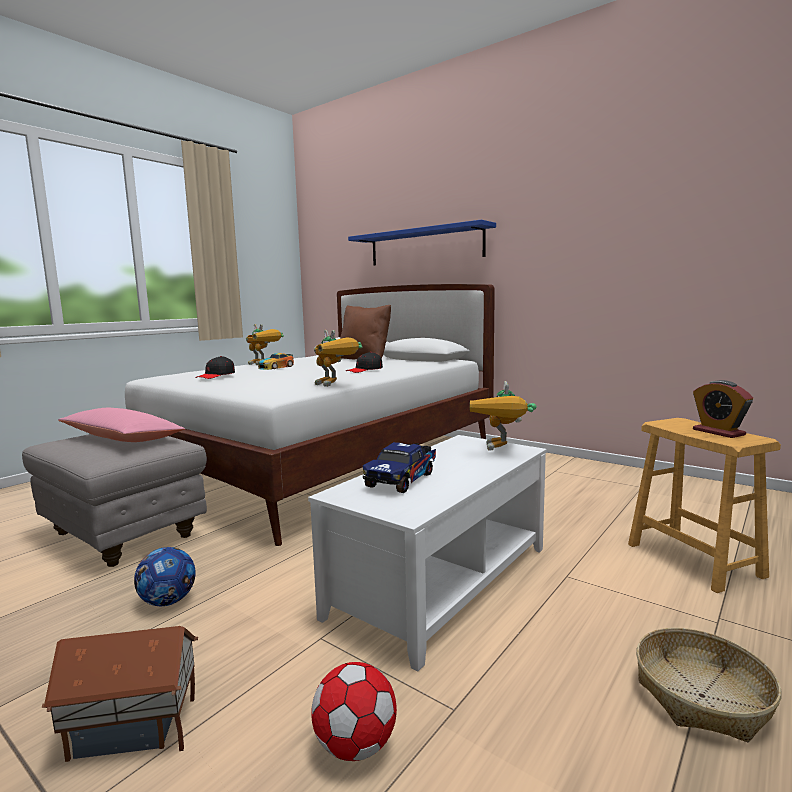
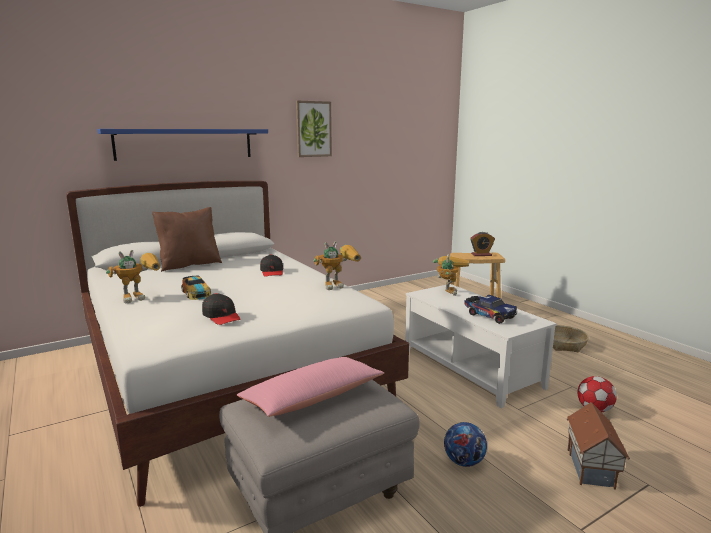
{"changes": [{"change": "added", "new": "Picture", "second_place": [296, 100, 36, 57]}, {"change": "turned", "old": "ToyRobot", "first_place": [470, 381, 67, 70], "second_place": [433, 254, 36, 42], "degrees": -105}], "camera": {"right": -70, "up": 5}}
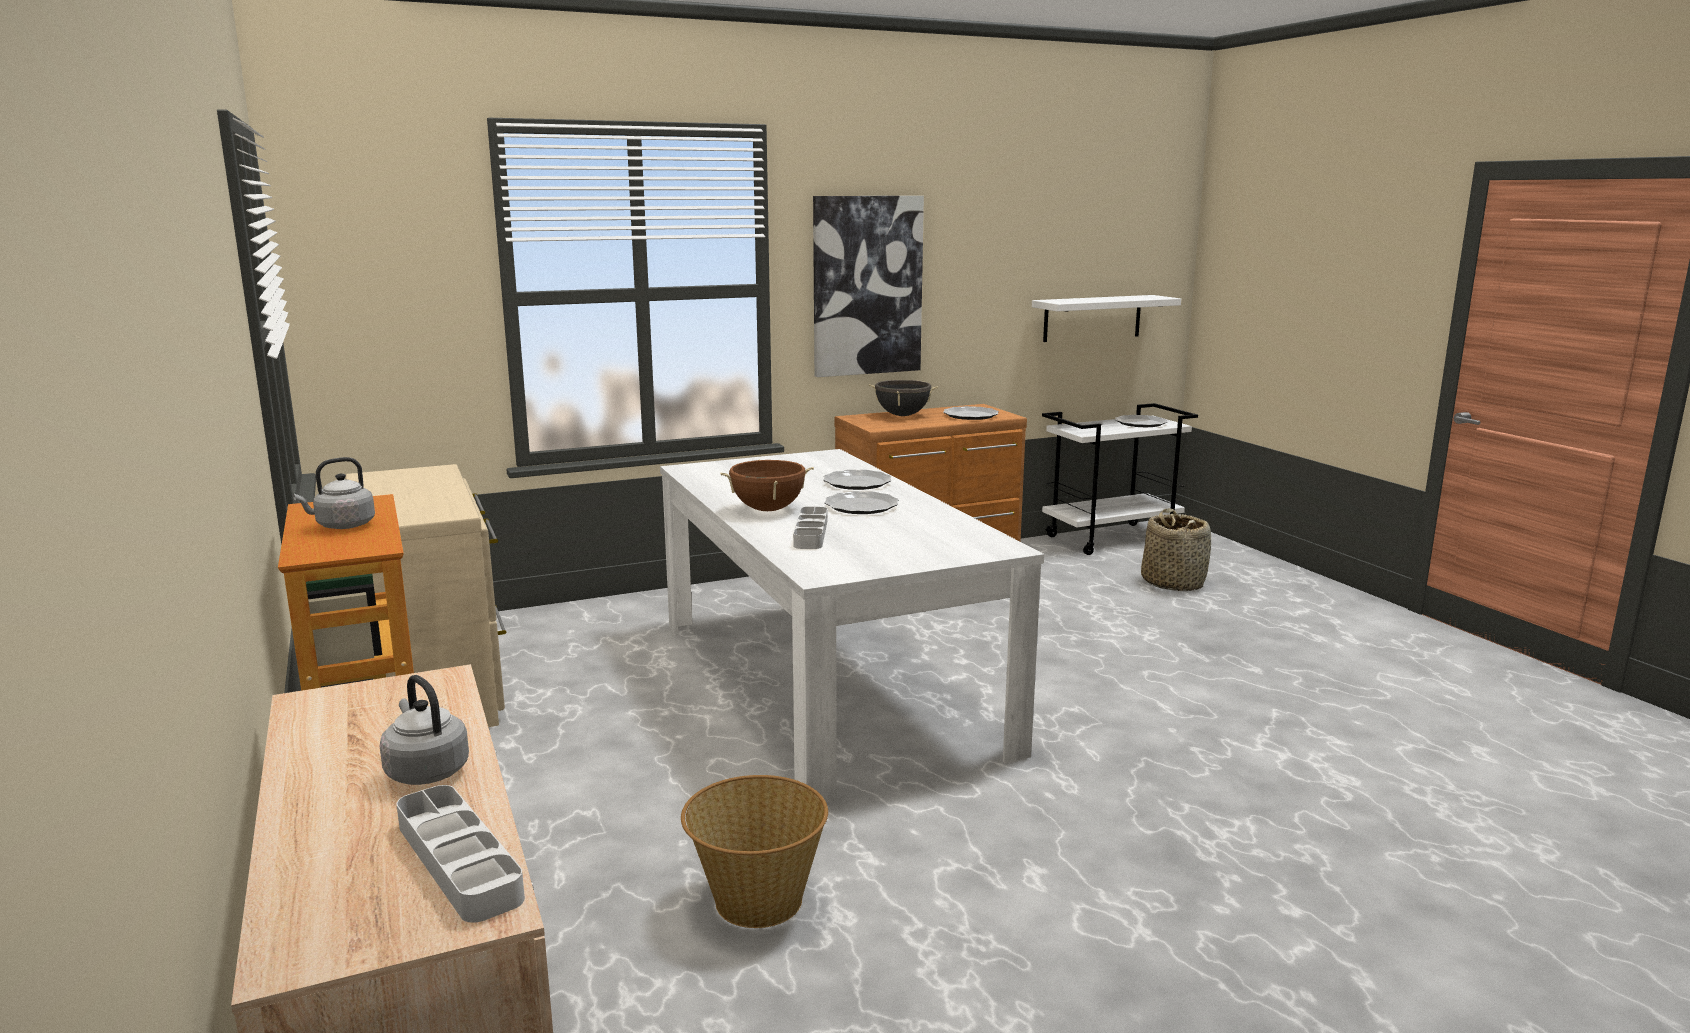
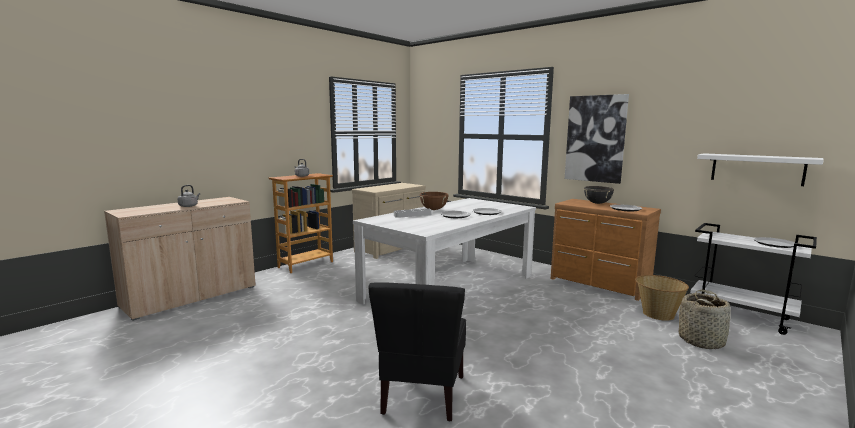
{"changes": [{"change": "removed", "old": "GreyTray", "first_place": [396, 785, 129, 138]}, {"change": "added", "new": "BlackChair", "second_place": [368, 282, 98, 140]}, {"change": "moved", "old": "Basket", "first_place": [681, 775, 147, 153], "second_place": [635, 275, 54, 46]}], "camera": {"right": 65, "up": -5}}
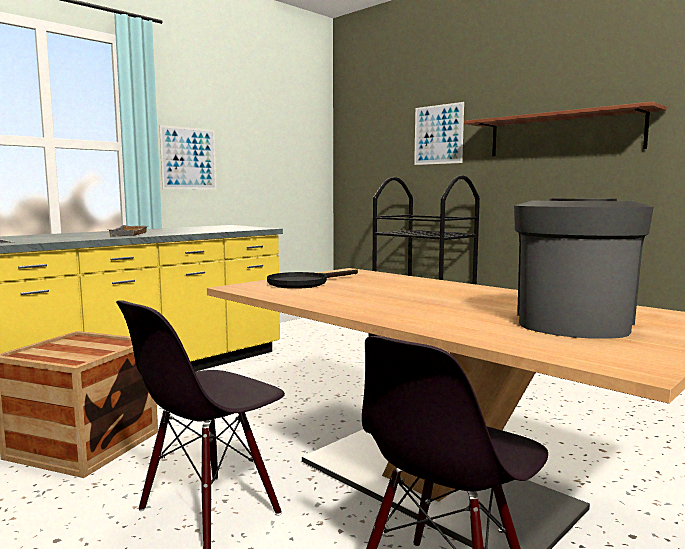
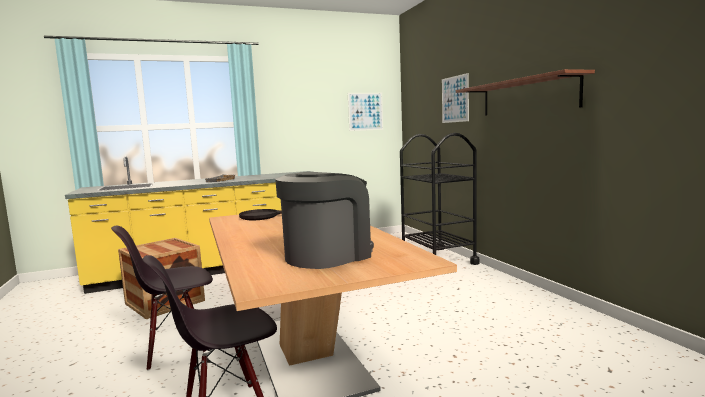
{"changes": [{"change": "moved", "old": "Picture", "first_place": [159, 125, 57, 64], "second_place": [348, 93, 35, 38]}], "camera": {"right": 25, "up": 0}}
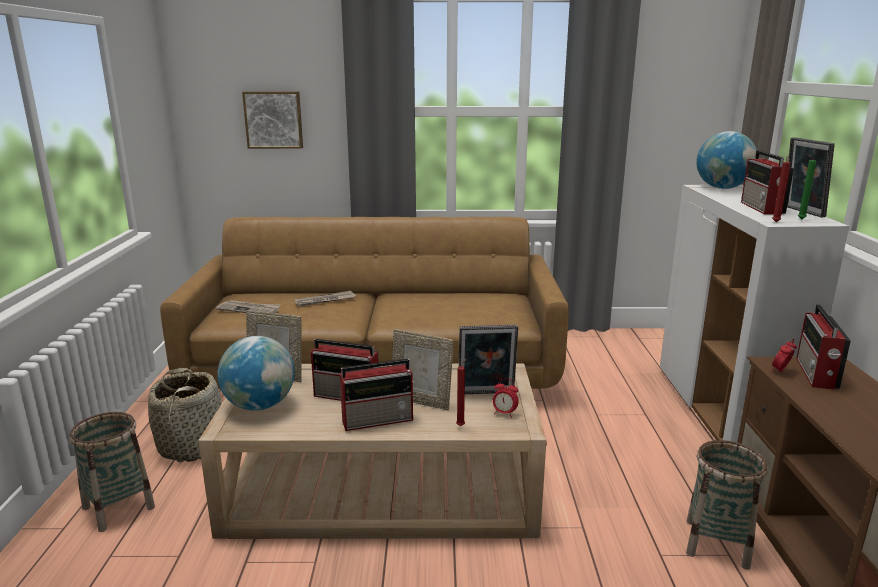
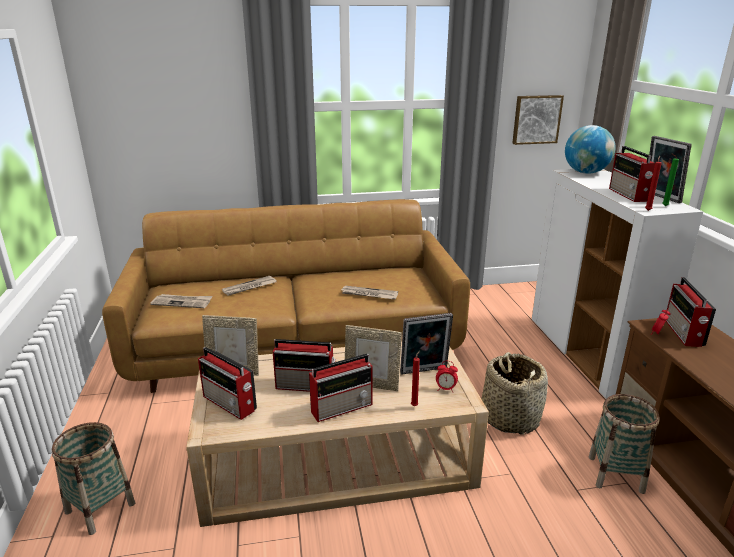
{"changes": [{"change": "added", "new": "Newspaper", "second_place": [341, 286, 57, 13]}, {"change": "moved", "old": "Basket", "first_place": [148, 368, 74, 94], "second_place": [481, 352, 67, 83]}, {"change": "moved", "old": "Picture", "first_place": [242, 91, 61, 58], "second_place": [512, 95, 52, 50]}, {"change": "replaced", "old": "Globe", "new": "Radio", "first_place": [217, 336, 78, 75], "second_place": [198, 347, 59, 73]}], "camera": {"right": -10, "up": 5}}
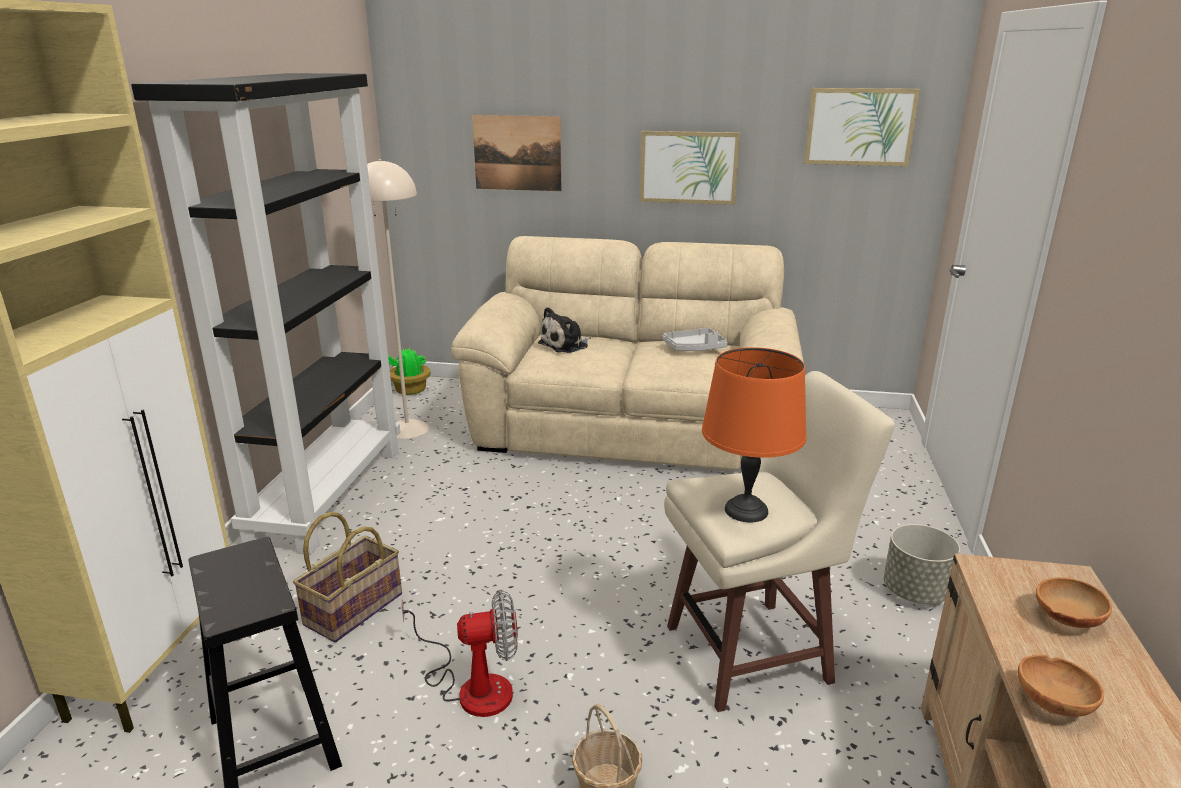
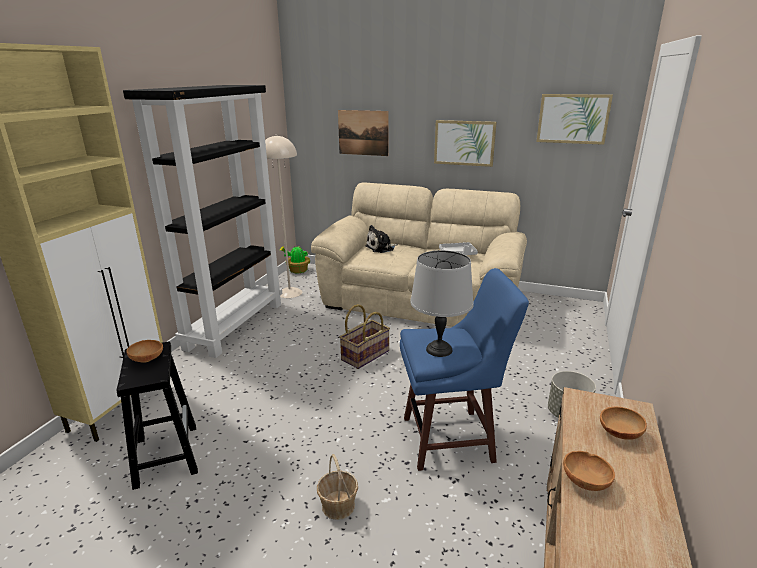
{"changes": [{"change": "removed", "old": "Fan", "first_place": [402, 590, 116, 127]}, {"change": "added", "new": "BrownBowl", "second_place": [126, 340, 37, 23]}, {"change": "moved", "old": "Basket", "first_place": [293, 512, 109, 131], "second_place": [339, 304, 51, 65]}, {"change": "recoloured", "old": "BeigeStool", "new": "BlueStool", "first_place": [664, 371, 231, 341], "second_place": [400, 268, 129, 203]}, {"change": "recoloured", "old": "OrangeTableLamp", "new": "GreyTableLamp", "first_place": [702, 347, 105, 175], "second_place": [410, 250, 64, 107]}], "camera": {"right": 10, "up": 0}}
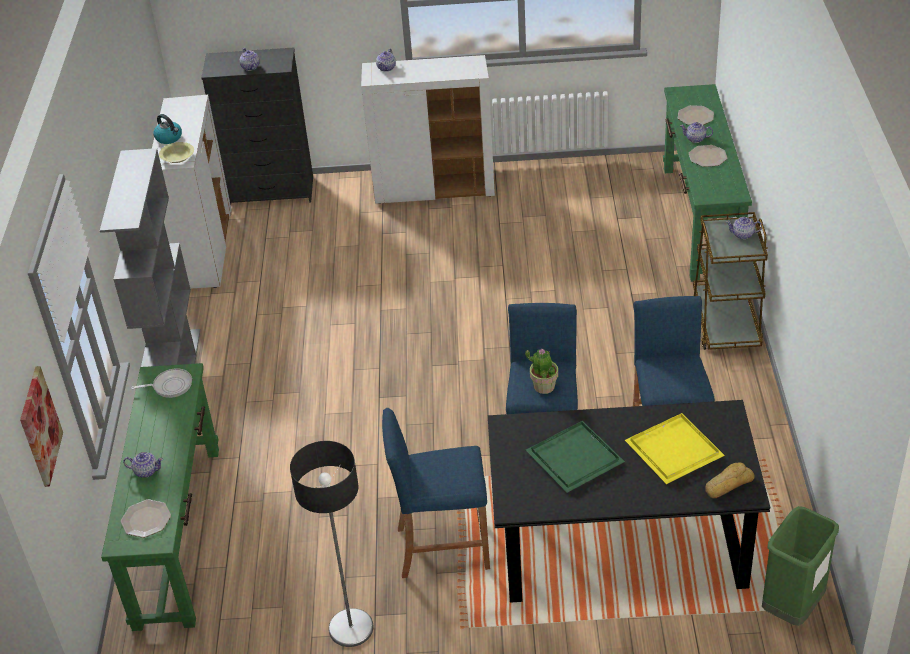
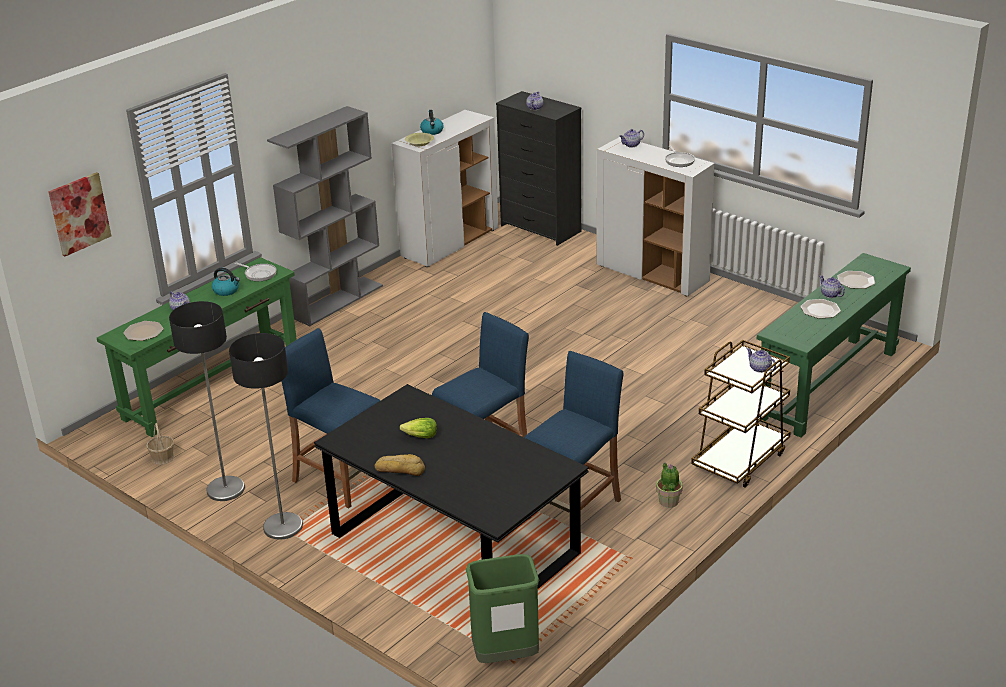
{"changes": [{"change": "removed", "old": "YellowTray", "first_place": [625, 413, 100, 71]}, {"change": "added", "new": "Basket", "second_place": [146, 423, 28, 42]}, {"change": "added", "new": "Kettle", "second_place": [212, 268, 28, 28]}, {"change": "added", "new": "FloorLamp", "second_place": [229, 333, 74, 207]}, {"change": "added", "new": "FryingPan", "second_place": [665, 146, 30, 21]}, {"change": "moved", "old": "PottedPlant", "first_place": [525, 348, 33, 46], "second_place": [656, 462, 27, 46]}, {"change": "moved", "old": "Bread", "first_place": [705, 463, 50, 35], "second_place": [375, 454, 50, 22]}, {"change": "replaced", "old": "GreenTray", "new": "Lettuce", "first_place": [526, 421, 99, 72], "second_place": [400, 418, 37, 20]}], "camera": {"right": 40, "up": -10}}
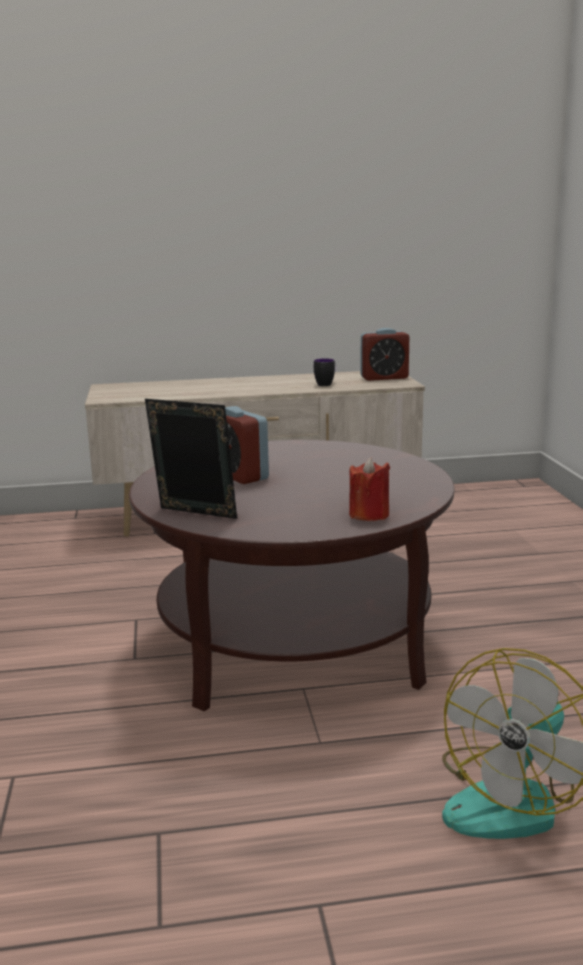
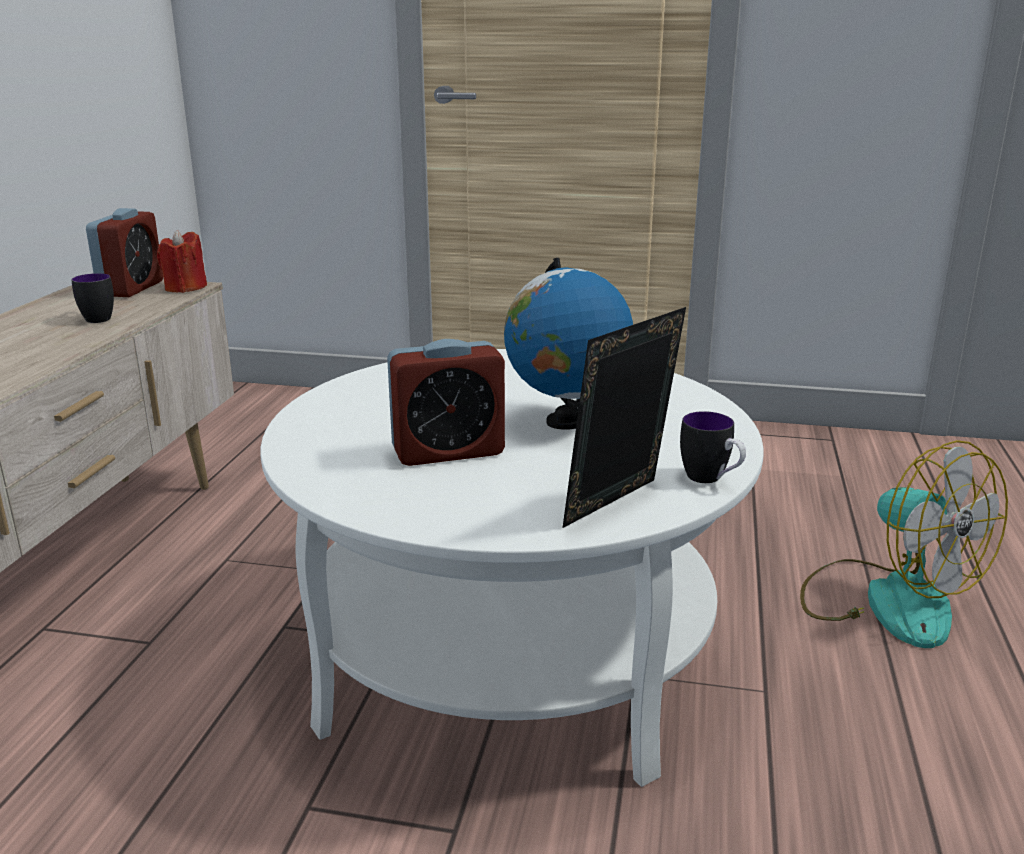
{"changes": [{"change": "added", "new": "Globe", "second_place": [504, 258, 129, 172]}, {"change": "added", "new": "Mug", "second_place": [680, 411, 66, 72]}, {"change": "moved", "old": "RedCandle", "first_place": [349, 457, 41, 64], "second_place": [157, 230, 50, 63]}, {"change": "recoloured", "old": "BrownCoffeeTable", "new": "WhiteCoffeeTable", "first_place": [129, 440, 325, 271], "second_place": [260, 349, 503, 438]}], "camera": {"right": -70, "up": 5}}
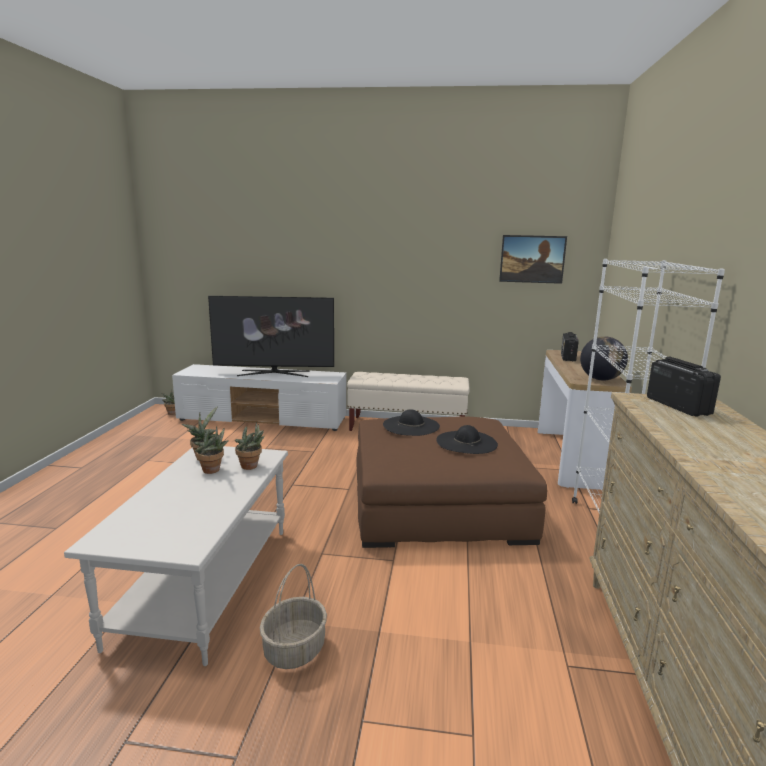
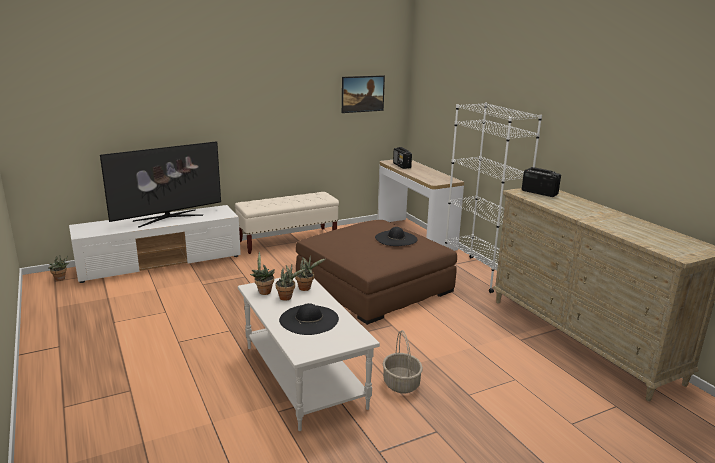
{"changes": [{"change": "removed", "old": "Globe", "first_place": [580, 336, 48, 44]}, {"change": "moved", "old": "BlackHat", "first_place": [383, 409, 57, 27], "second_place": [279, 303, 60, 32]}], "camera": {"right": -35, "up": 5}}
